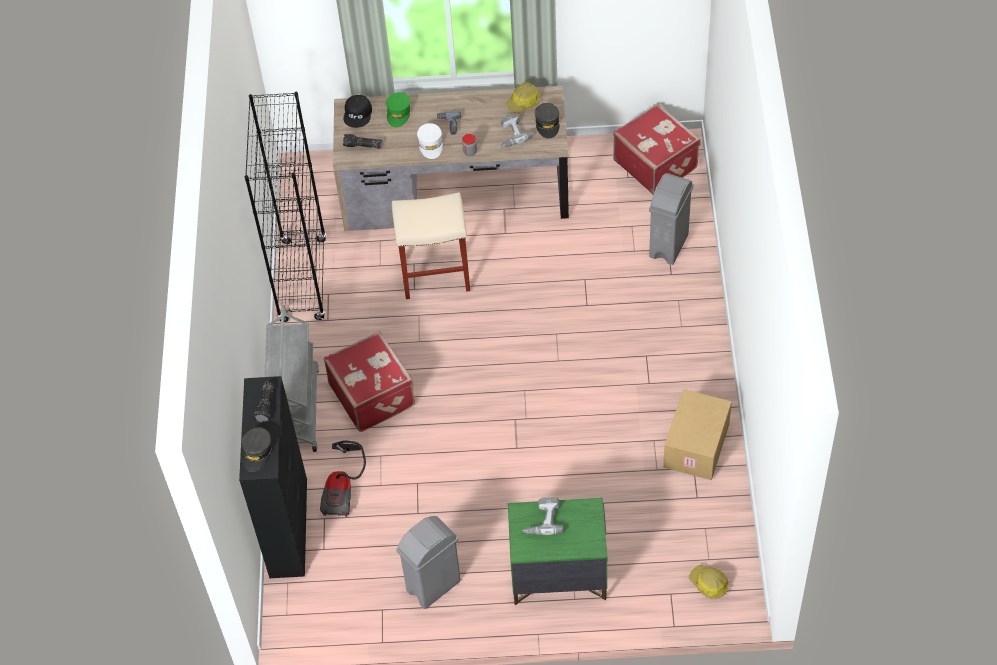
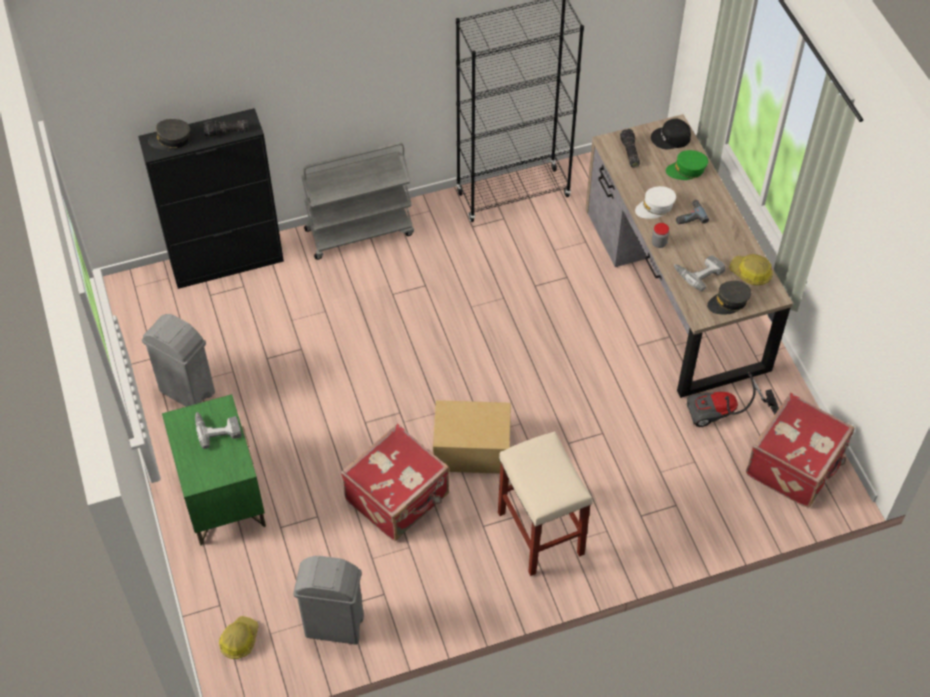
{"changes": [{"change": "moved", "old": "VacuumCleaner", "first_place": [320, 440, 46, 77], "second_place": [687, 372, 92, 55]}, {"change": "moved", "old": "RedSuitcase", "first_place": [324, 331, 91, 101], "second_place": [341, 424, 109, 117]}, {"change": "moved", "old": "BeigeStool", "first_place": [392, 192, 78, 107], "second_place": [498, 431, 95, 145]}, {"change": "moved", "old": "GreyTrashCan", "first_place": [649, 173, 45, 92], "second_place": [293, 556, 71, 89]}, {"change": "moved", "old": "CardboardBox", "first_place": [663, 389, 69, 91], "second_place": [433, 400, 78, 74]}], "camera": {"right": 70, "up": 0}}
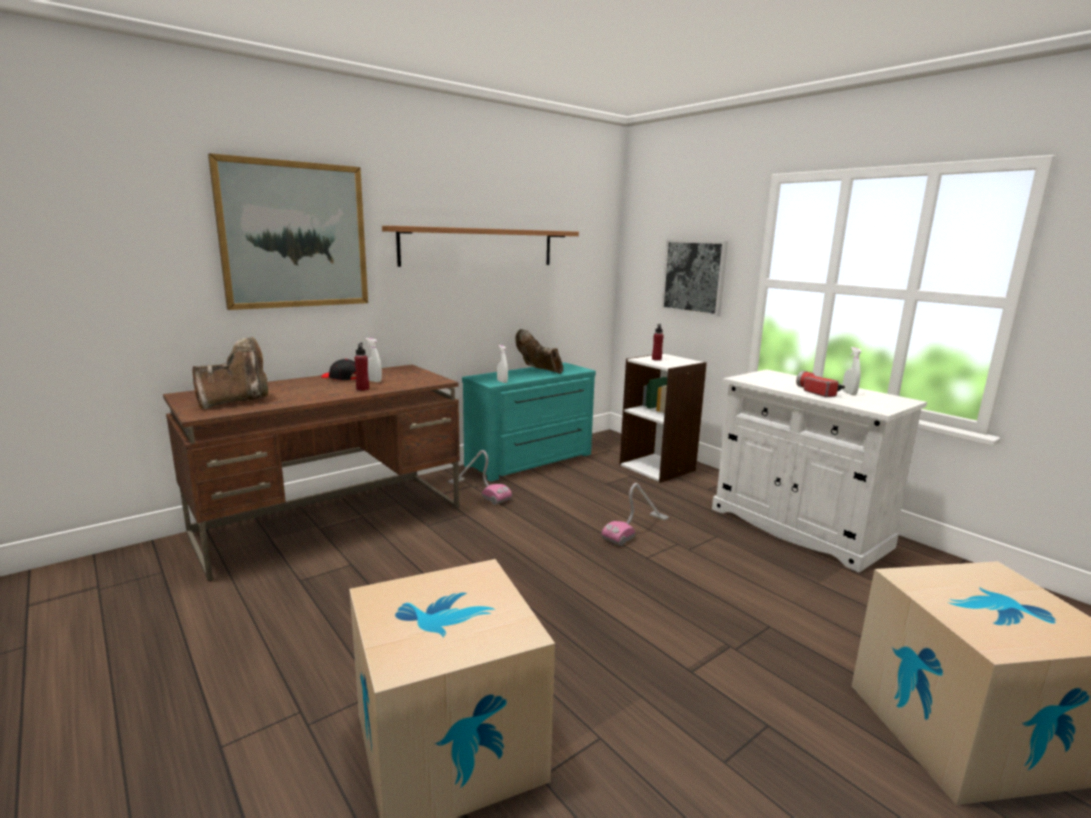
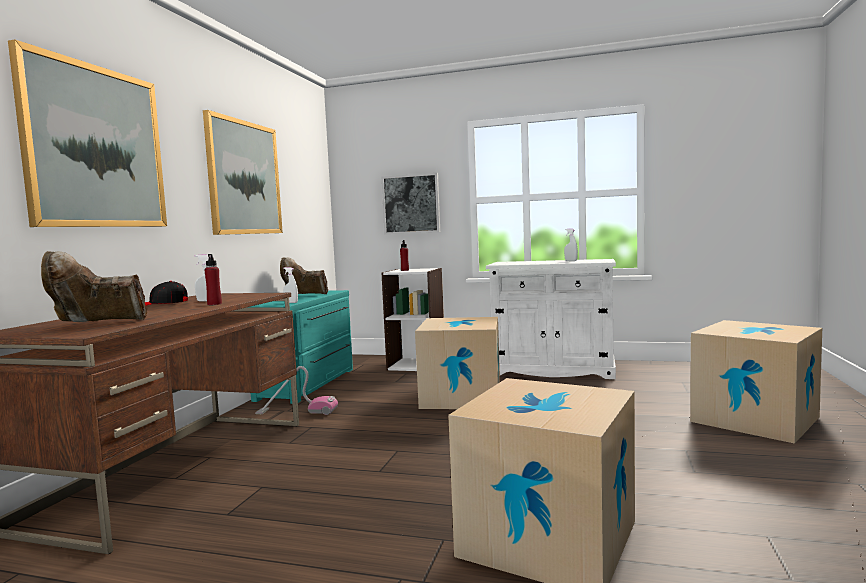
{"changes": [{"change": "removed", "old": "Flashlight", "first_place": [796, 370, 49, 27]}, {"change": "replaced", "old": "Shelf", "new": "Picture", "first_place": [382, 226, 197, 41], "second_place": [203, 110, 80, 125]}, {"change": "replaced", "old": "VacuumCleaner", "new": "CardboardBox", "first_place": [602, 483, 67, 63], "second_place": [415, 317, 85, 92]}, {"change": "turned", "old": "BrownBoot", "first_place": [192, 337, 76, 72], "second_place": [41, 251, 106, 71], "degrees": -120}], "camera": {"right": -35, "up": -10}}
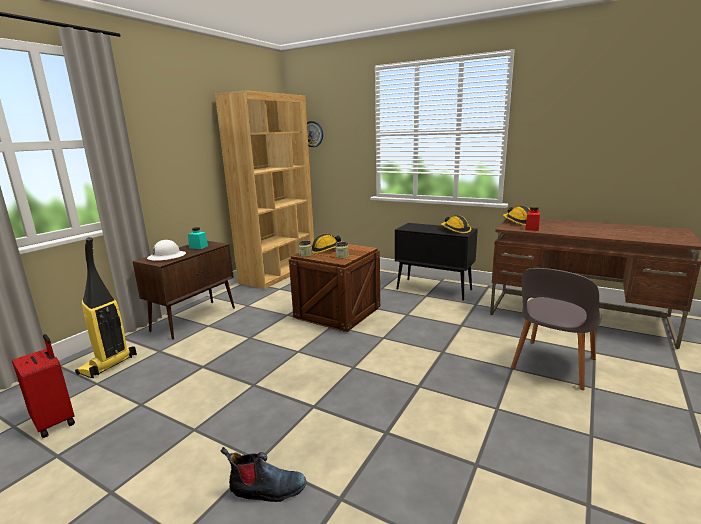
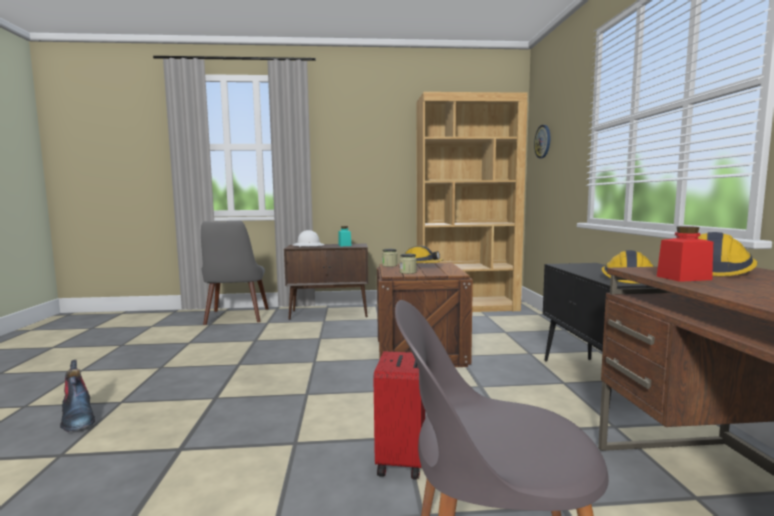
{"changes": [{"change": "moved", "old": "RedSuitcase", "first_place": [12, 334, 63, 104], "second_place": [373, 351, 52, 129]}, {"change": "replaced", "old": "VacuumCleaner", "new": "GreyChair", "first_place": [75, 237, 62, 141], "second_place": [201, 221, 68, 104]}], "camera": {"right": 55, "up": -10}}
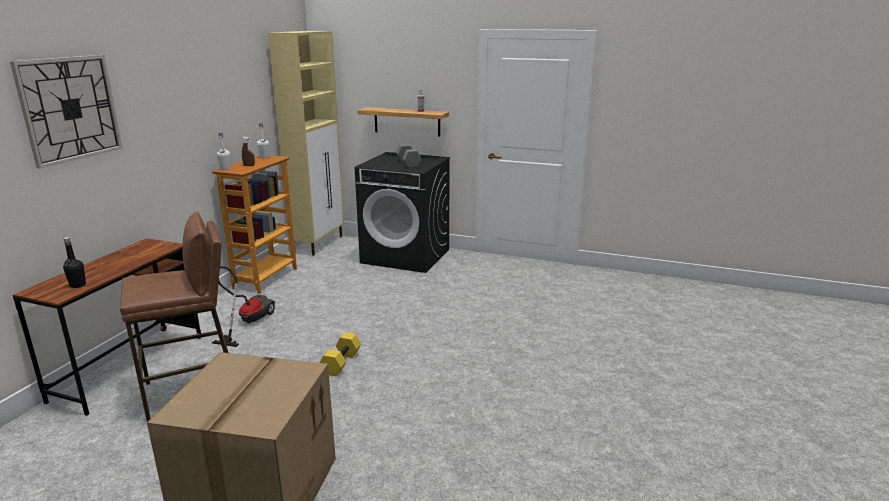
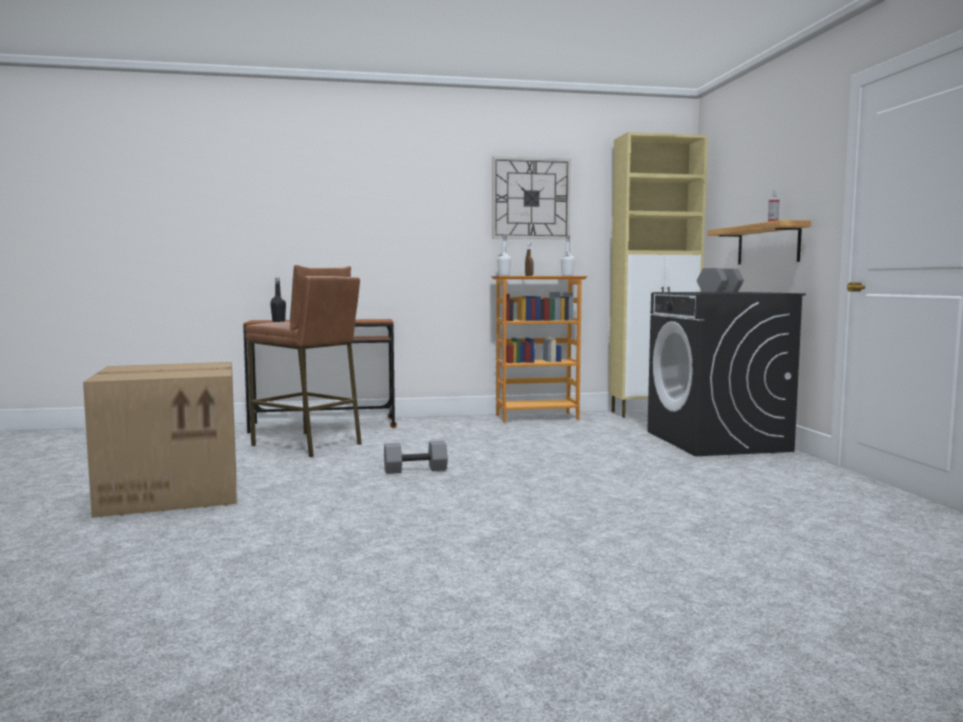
{"changes": [{"change": "removed", "old": "VacuumCleaner", "first_place": [212, 266, 63, 81]}, {"change": "moved", "old": "WallClock", "first_place": [10, 55, 113, 114], "second_place": [492, 156, 79, 83]}, {"change": "recoloured", "old": "YellowDumbbell", "new": "GreyDumbbell", "first_place": [320, 332, 41, 44], "second_place": [384, 441, 64, 33]}], "camera": {"right": 60, "up": -15}}
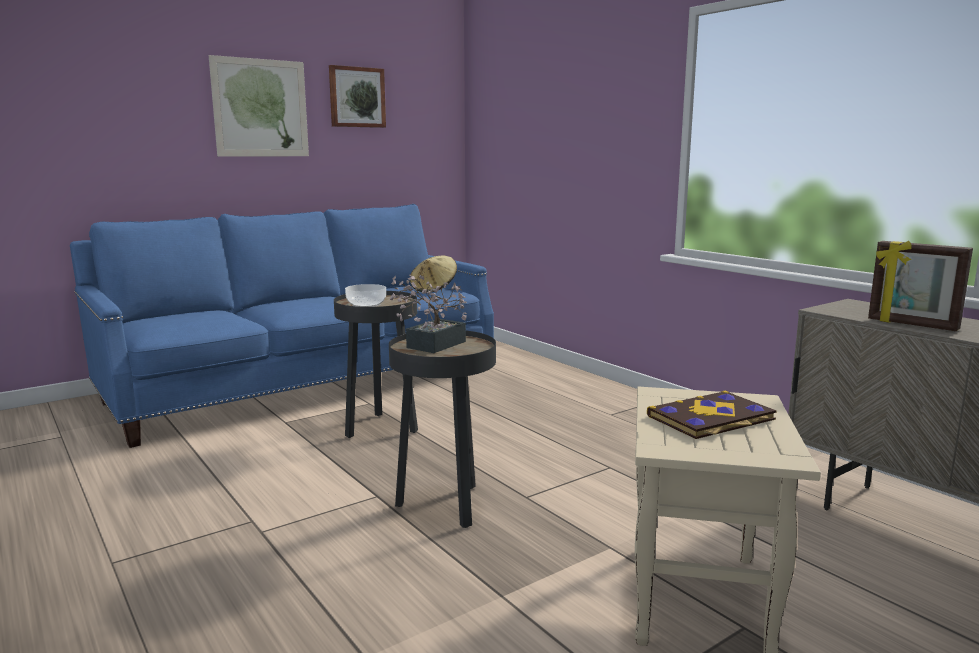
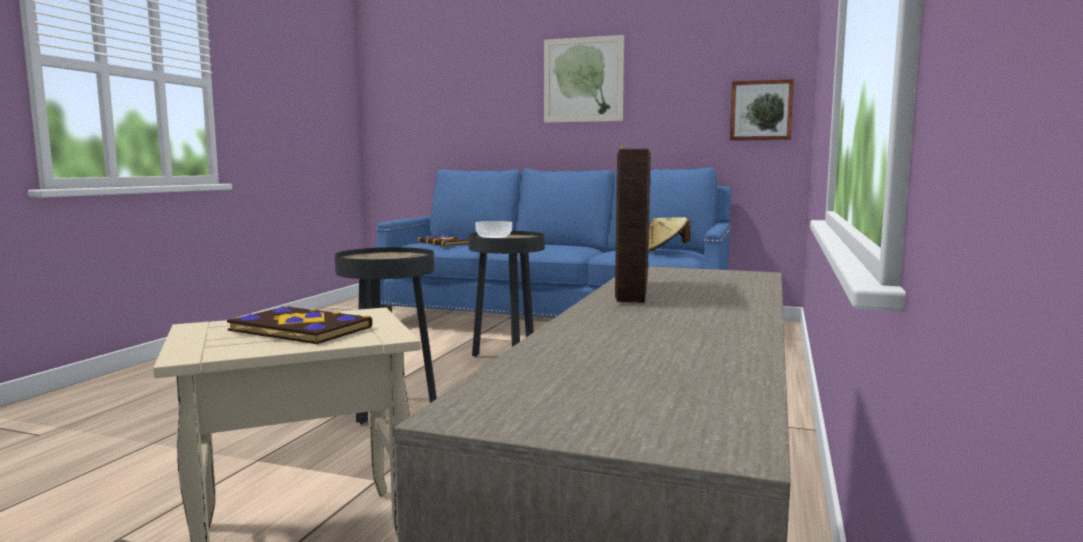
{"changes": [{"change": "removed", "old": "PottedPlant", "first_place": [389, 275, 78, 78]}, {"change": "added", "new": "Book", "second_place": [418, 235, 51, 11]}, {"change": "moved", "old": "Picture", "first_place": [329, 65, 57, 63], "second_place": [730, 79, 64, 62]}], "camera": {"right": 55, "up": -5}}
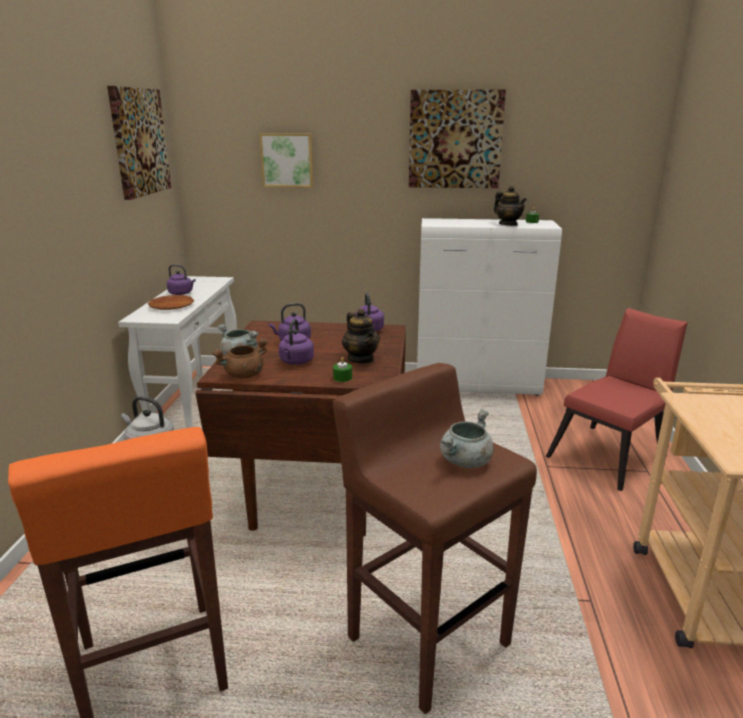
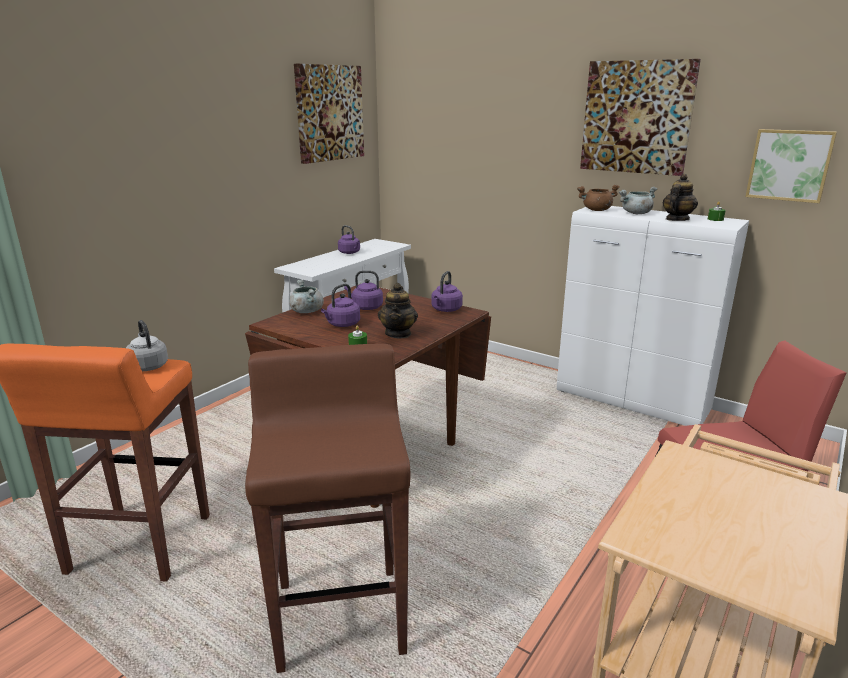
{"changes": [{"change": "removed", "old": "BrownPlate", "first_place": [148, 295, 46, 15]}, {"change": "moved", "old": "BrownCookingPot", "first_place": [212, 339, 56, 39], "second_place": [577, 185, 43, 26]}, {"change": "moved", "old": "Picture", "first_place": [260, 133, 53, 54], "second_place": [745, 129, 92, 74]}, {"change": "moved", "old": "GreyCookingPot", "first_place": [440, 409, 54, 59], "second_place": [619, 187, 38, 27]}, {"change": "turned", "old": "Teapot", "first_place": [494, 186, 33, 40], "second_place": [663, 174, 35, 47], "degrees": -135}], "camera": {"right": 30, "up": 0}}
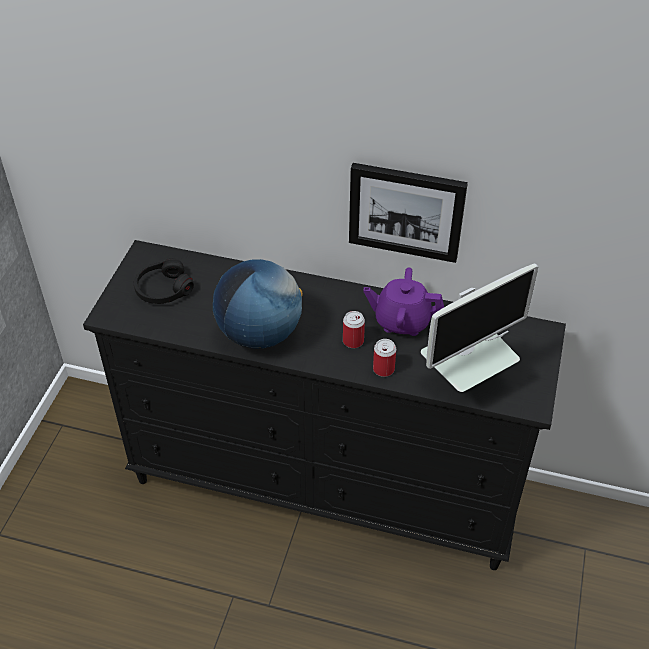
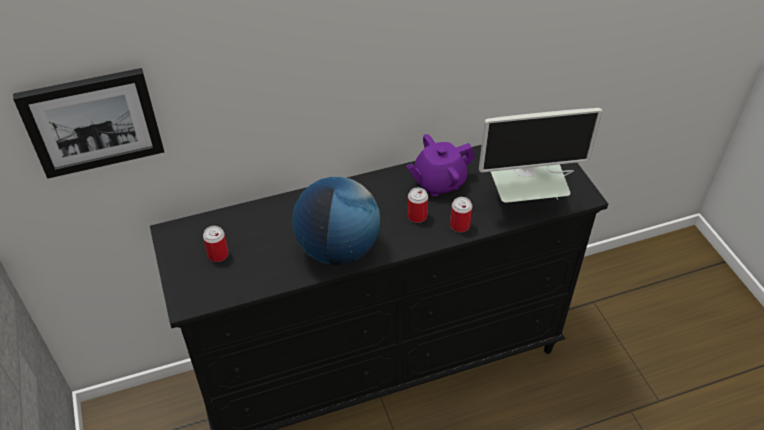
{"changes": [{"change": "moved", "old": "Picture", "first_place": [349, 163, 119, 100], "second_place": [13, 68, 151, 111]}, {"change": "replaced", "old": "BlackHeadphones", "new": "Can", "first_place": [134, 258, 60, 46], "second_place": [203, 226, 26, 36]}, {"change": "turned", "old": "Monitor", "first_place": [421, 264, 117, 128], "second_place": [479, 108, 123, 95], "degrees": 60}], "camera": {"right": -35, "up": 0}}
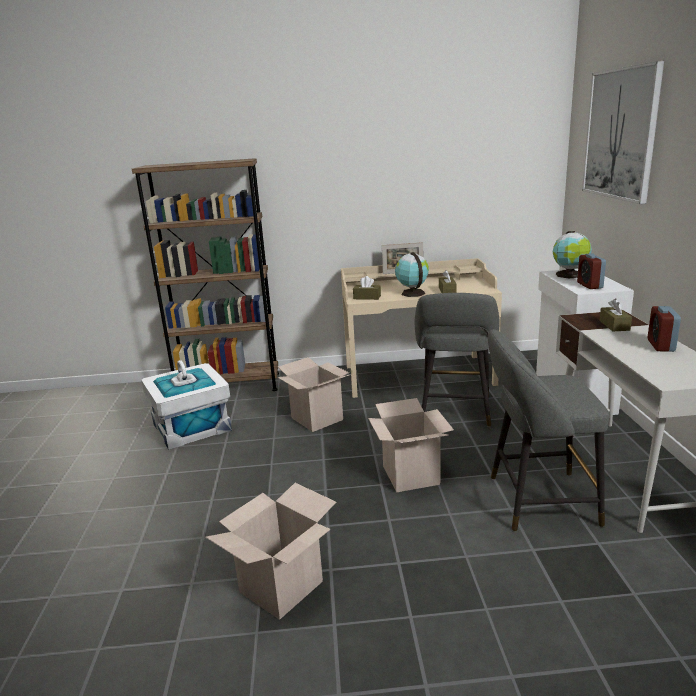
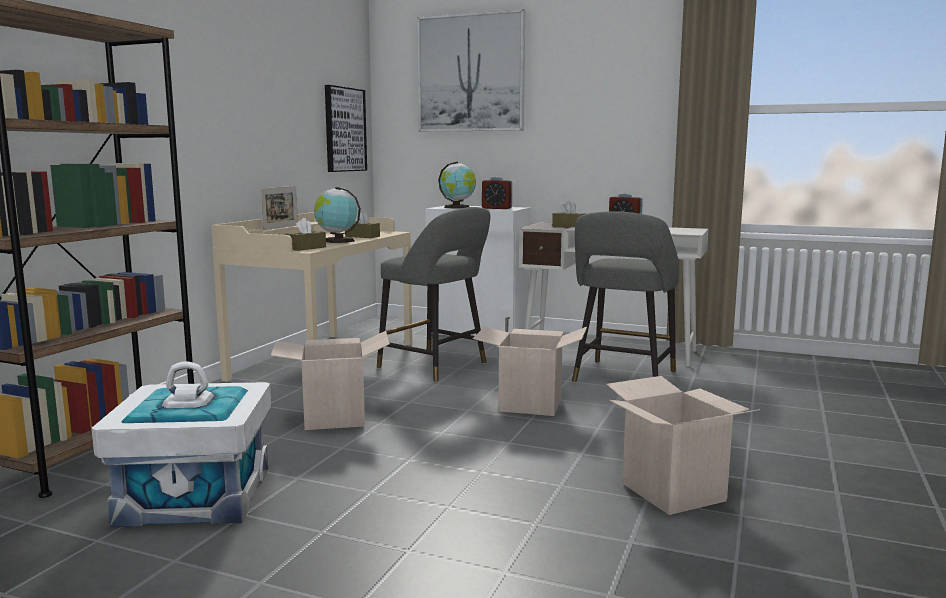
{"changes": [{"change": "added", "new": "Picture", "second_place": [325, 85, 42, 87]}], "camera": {"right": -65, "up": -10}}
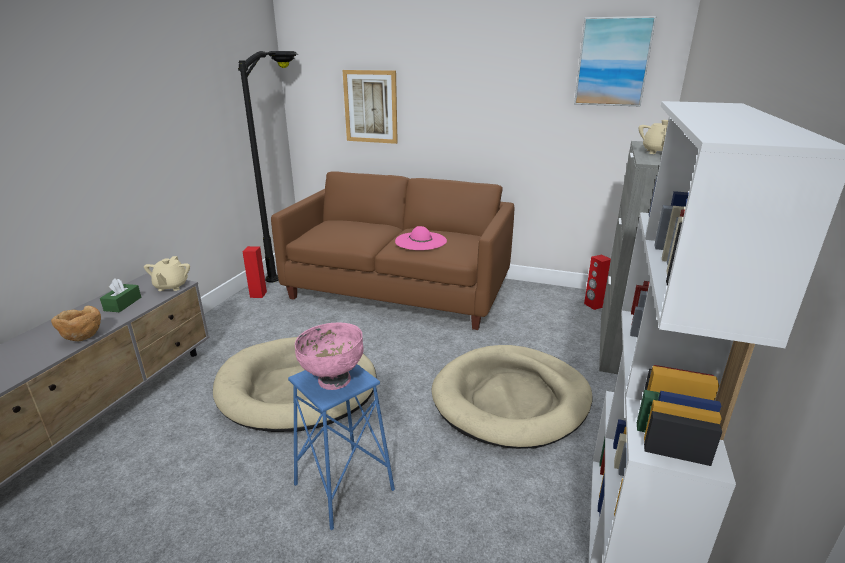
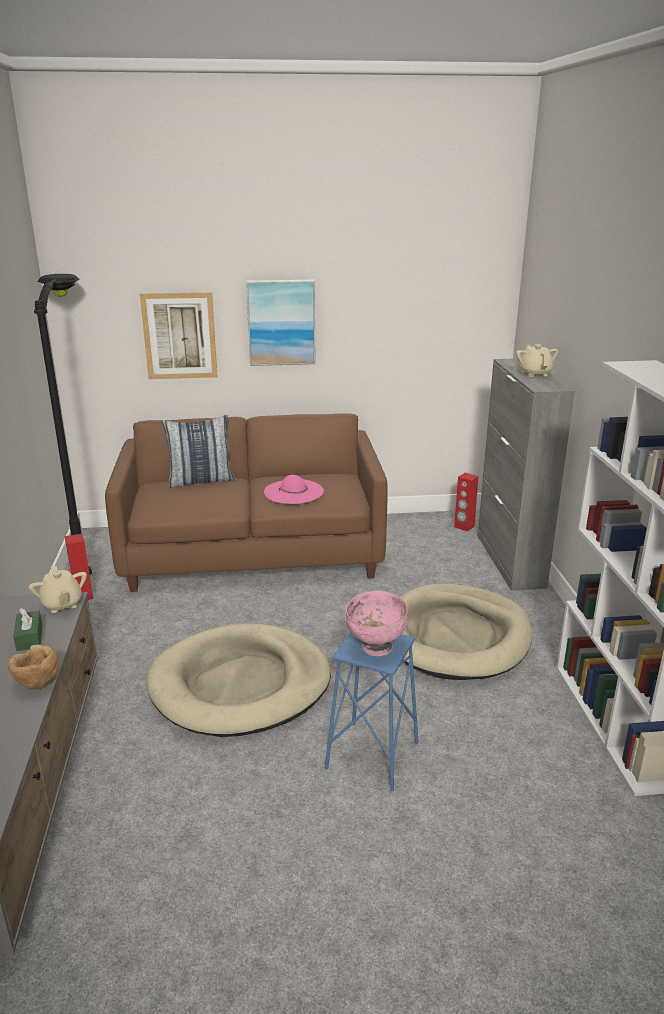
{"changes": [{"change": "added", "new": "Pillow", "second_place": [161, 415, 74, 73]}, {"change": "moved", "old": "Picture", "first_place": [574, 16, 82, 91], "second_place": [246, 280, 70, 86]}], "camera": {"right": -25, "up": 0}}
